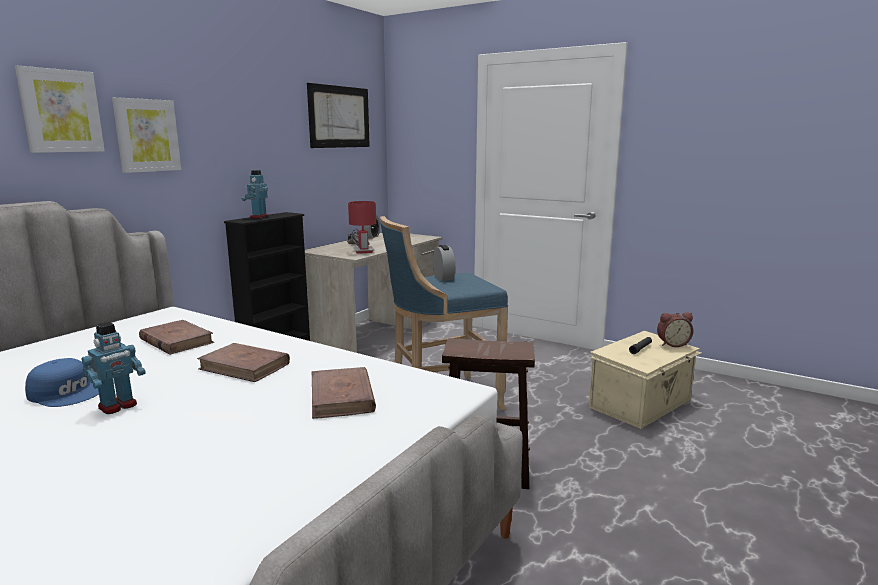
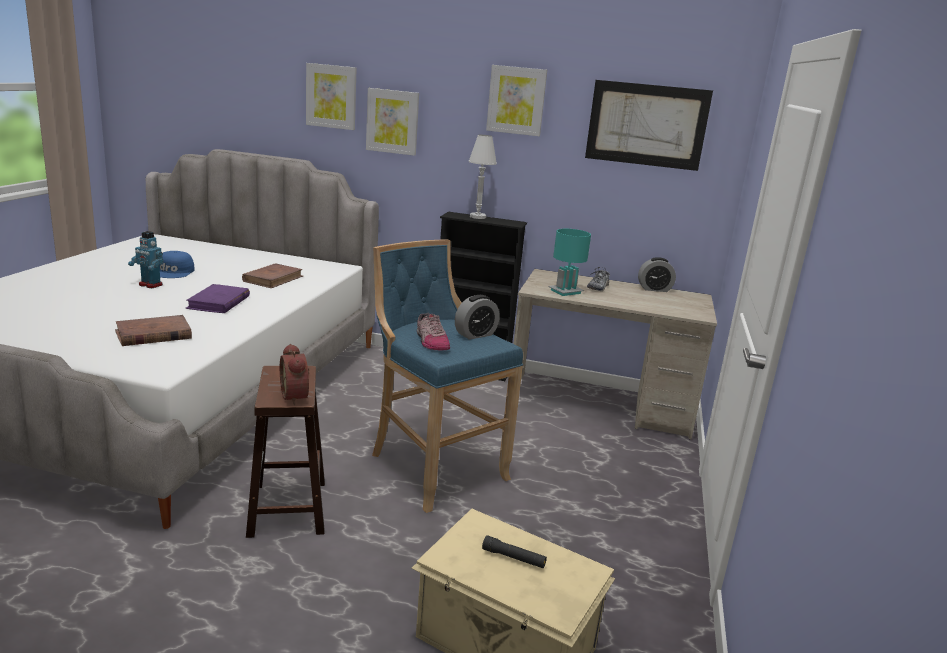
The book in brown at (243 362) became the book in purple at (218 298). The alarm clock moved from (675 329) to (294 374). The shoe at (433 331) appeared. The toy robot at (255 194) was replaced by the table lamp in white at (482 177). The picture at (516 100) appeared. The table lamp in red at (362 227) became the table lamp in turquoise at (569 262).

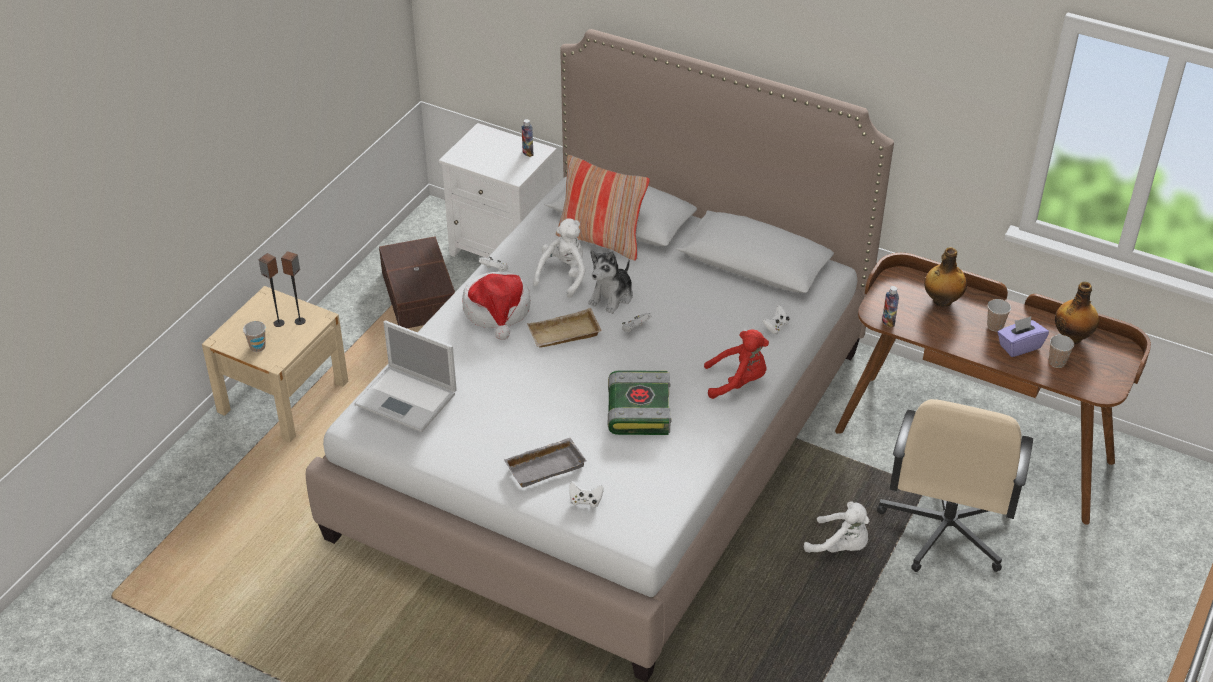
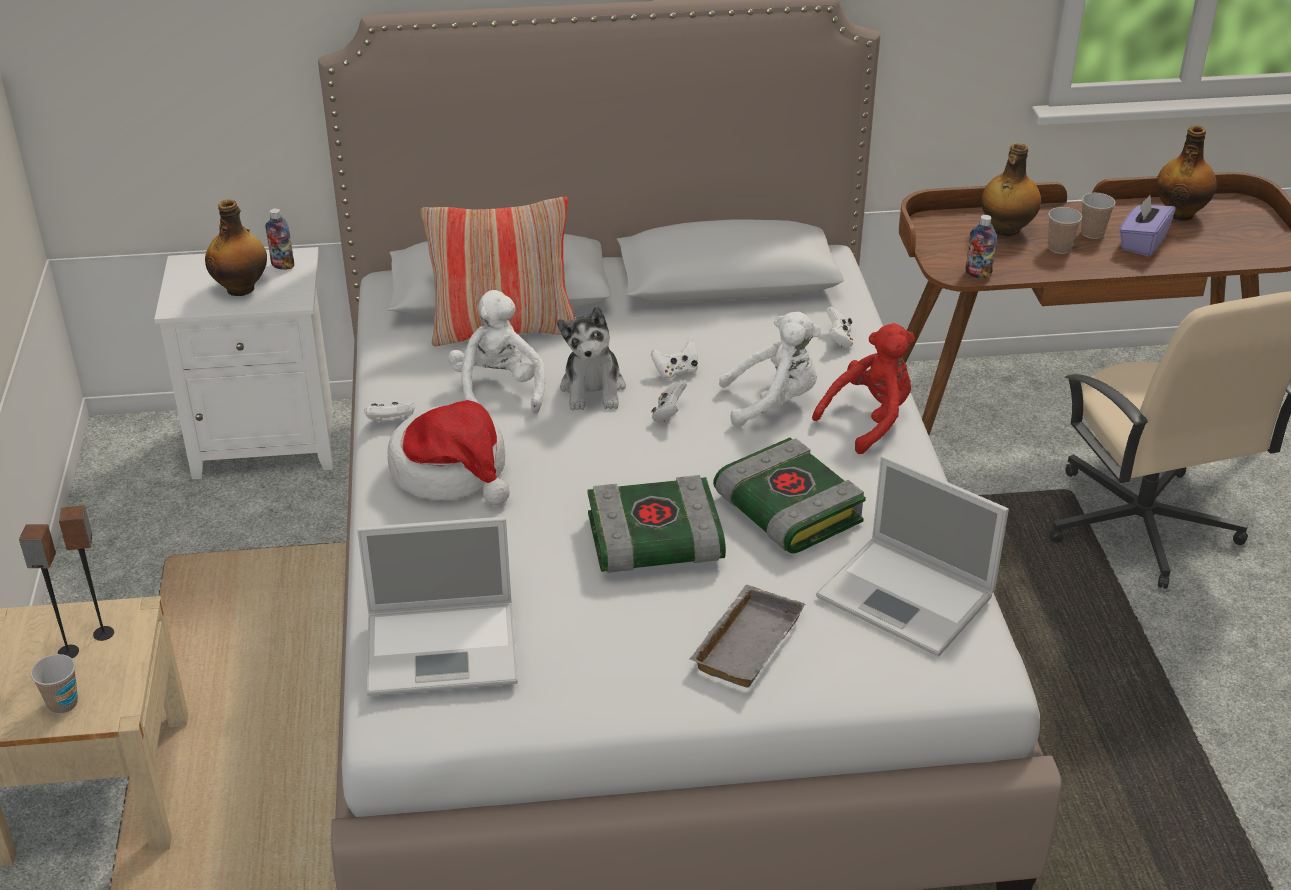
The bottle at (236 247) appeared. The book at (656 524) appeared. The game controller in white moved from (586 494) to (674 360). The plush toy in white moved from (837 527) to (770 369). The laptop at (912 556) appeared. The cup moved from (1061 351) to (1065 230). The storage box in brown at (417 282) disappeared. The tray in beige at (564 328) disappeared.

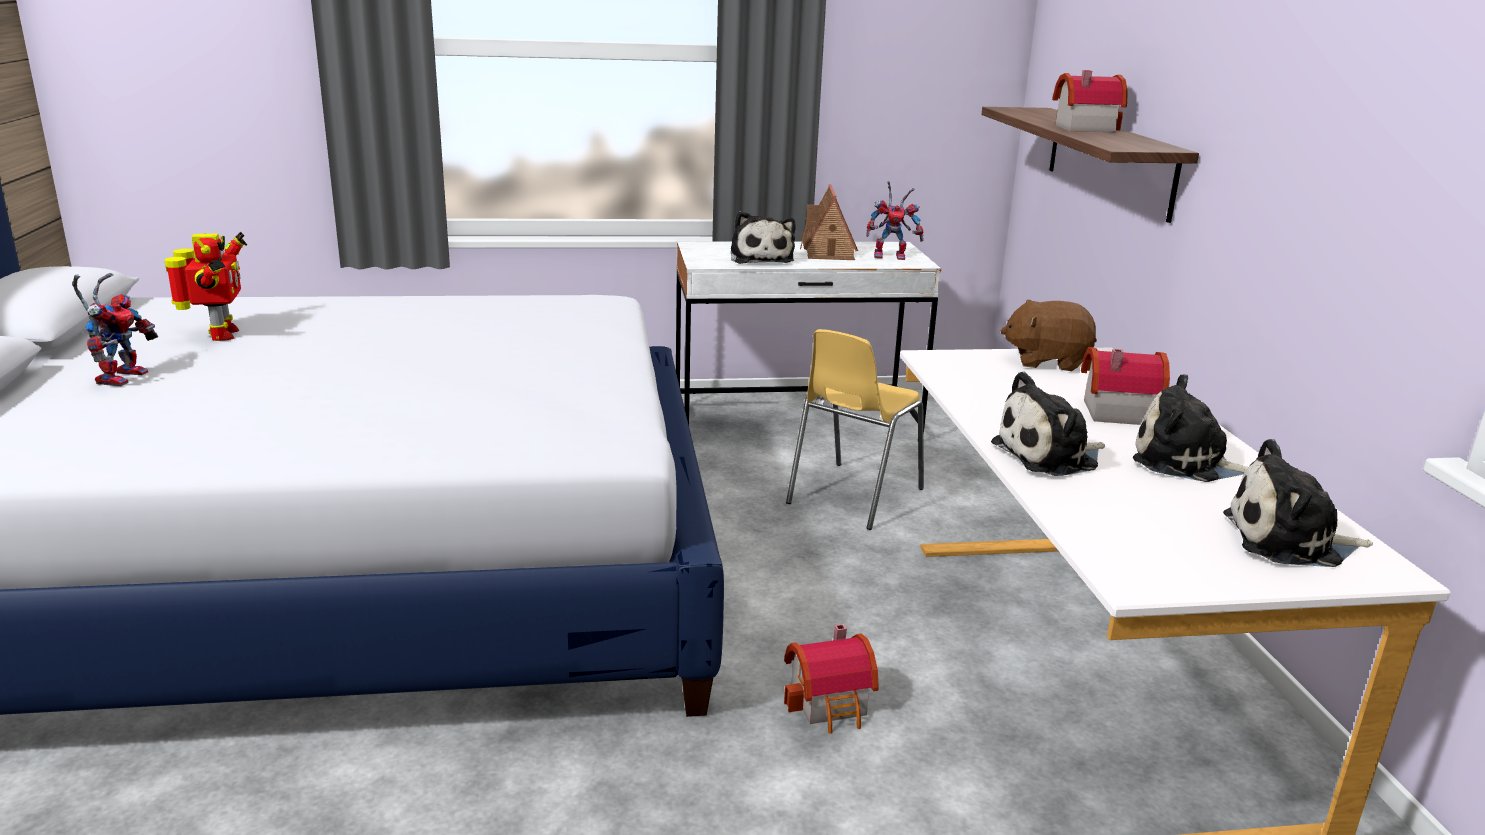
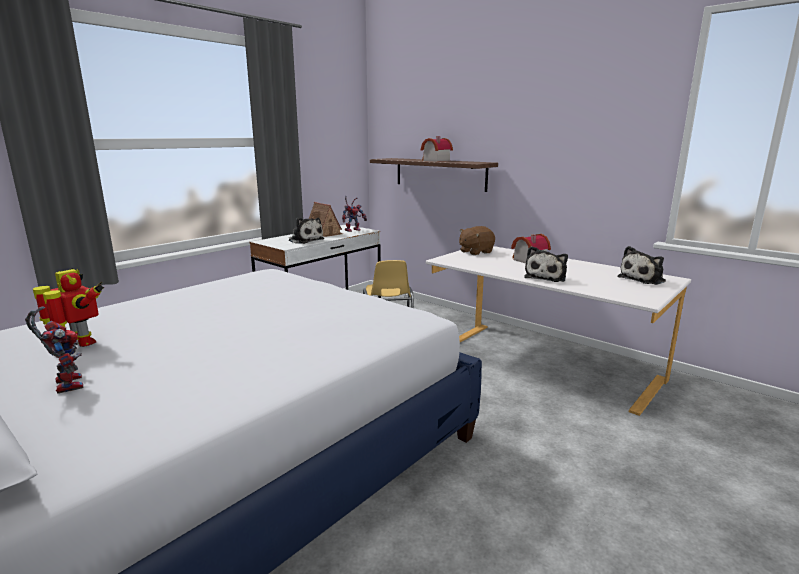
The toy house at (831 679) disappeared. The plush toy at (1190 428) disappeared.

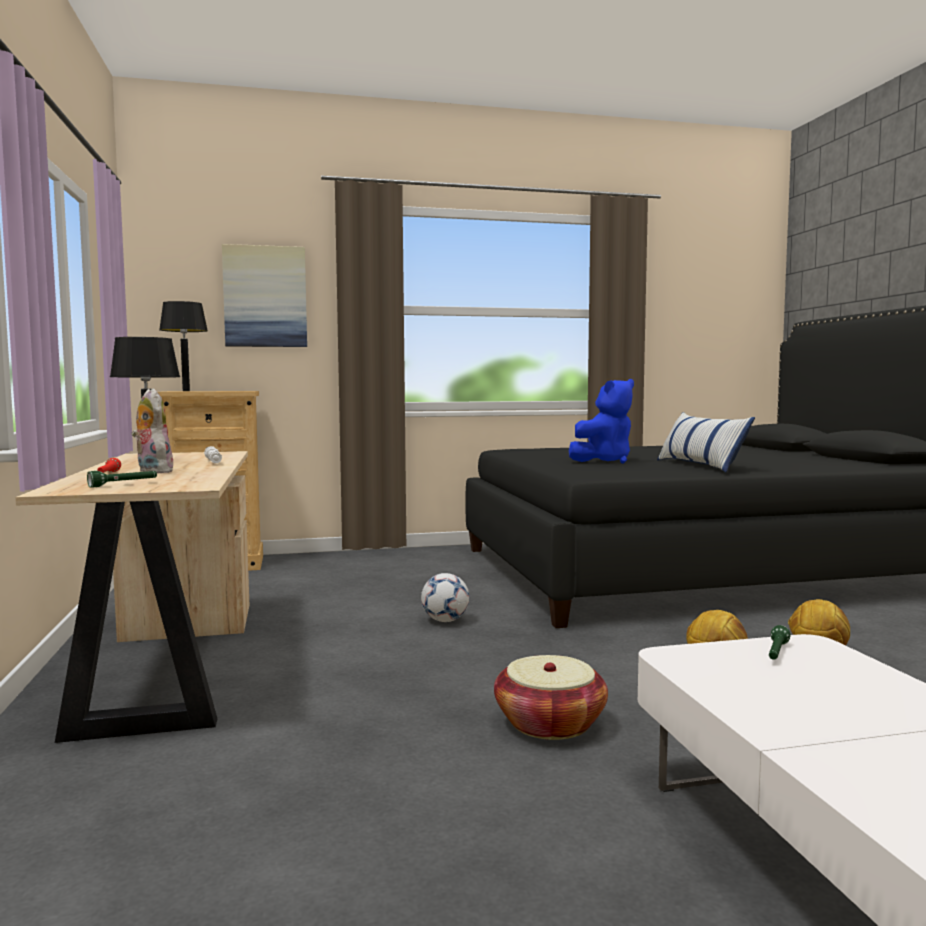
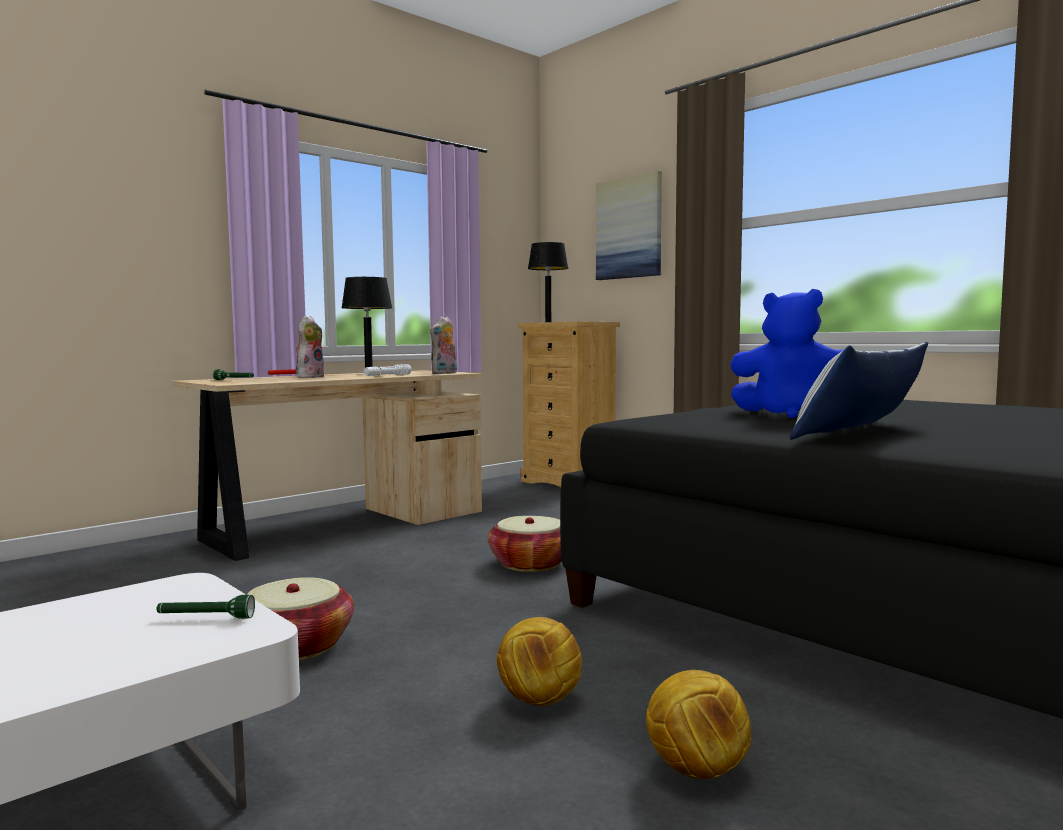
The plush toy at (443 345) appeared. The football at (445 597) was replaced by the basket at (525 544).

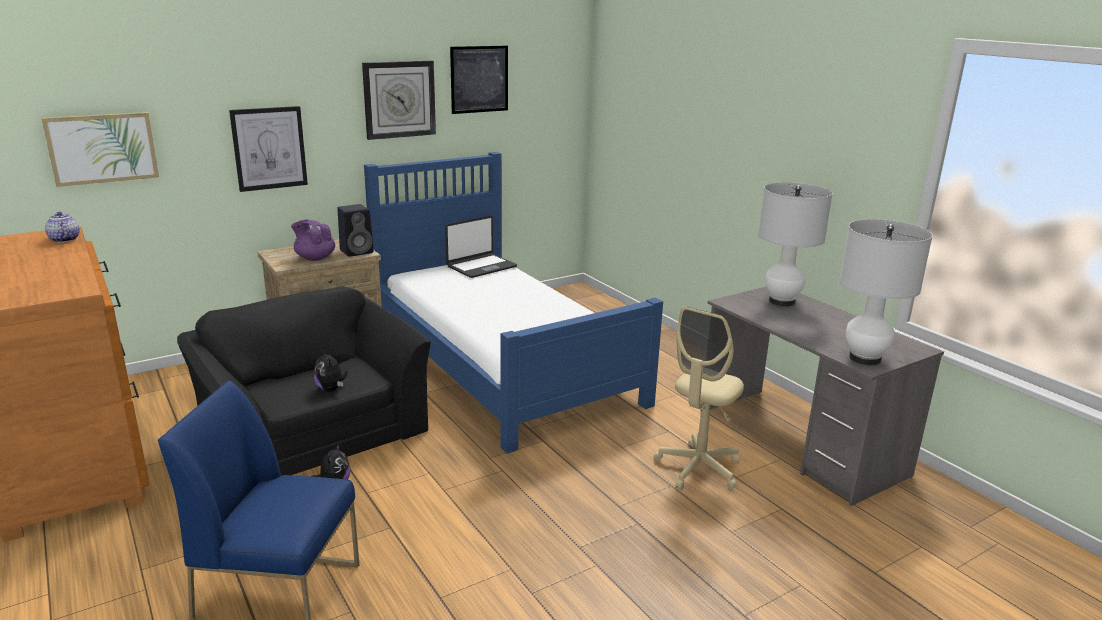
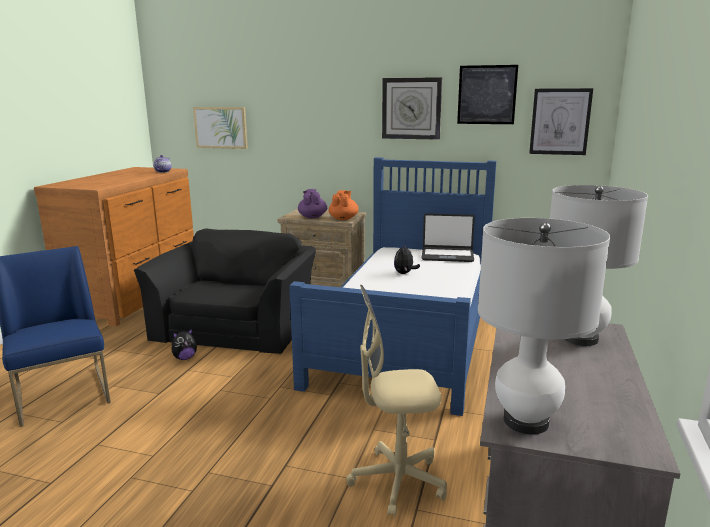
The speaker in black at (355 230) was replaced by the teapot in orange at (344 205). The plush toy moved from (331 371) to (407 259). The picture moved from (268 149) to (561 121).

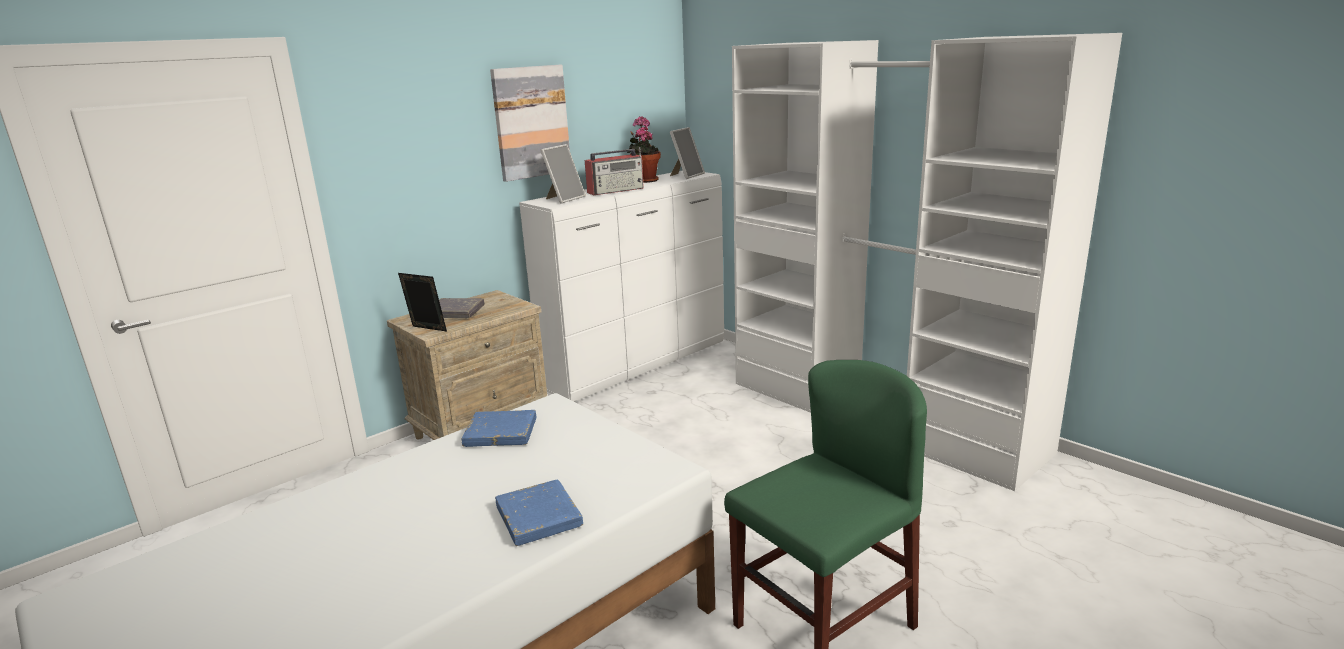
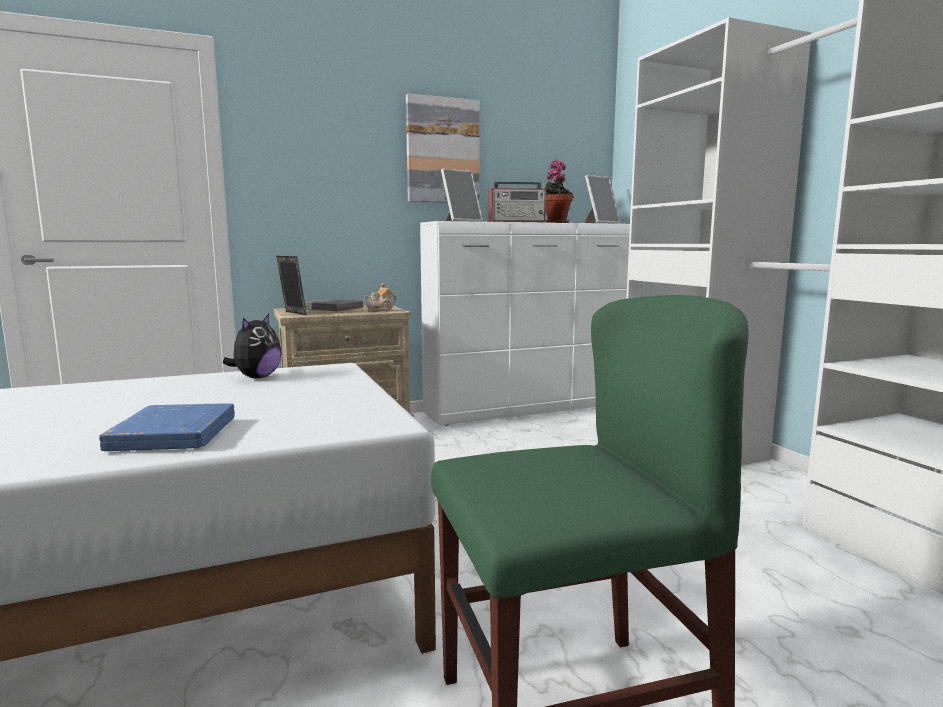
The book in blue at (499 428) was replaced by the plush toy at (252 346). The teapot at (380 297) appeared.

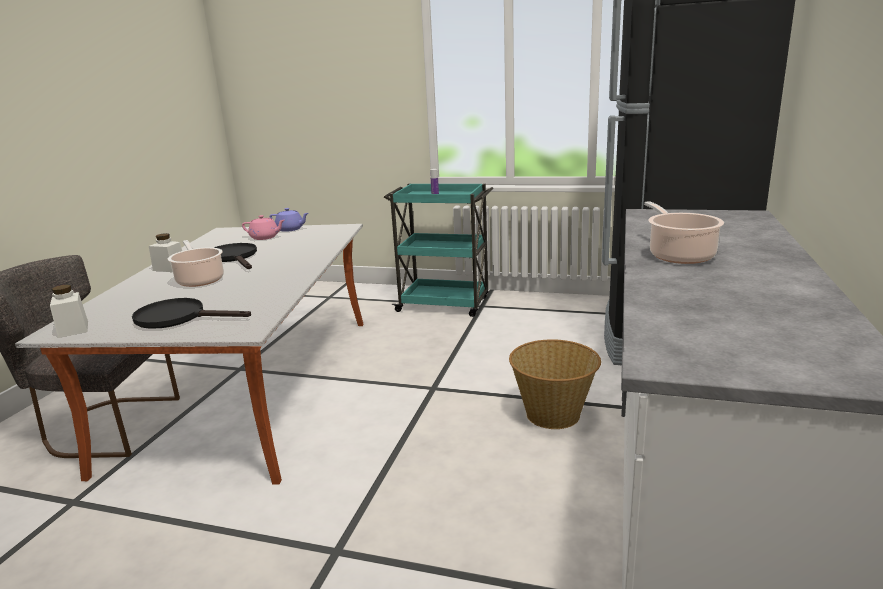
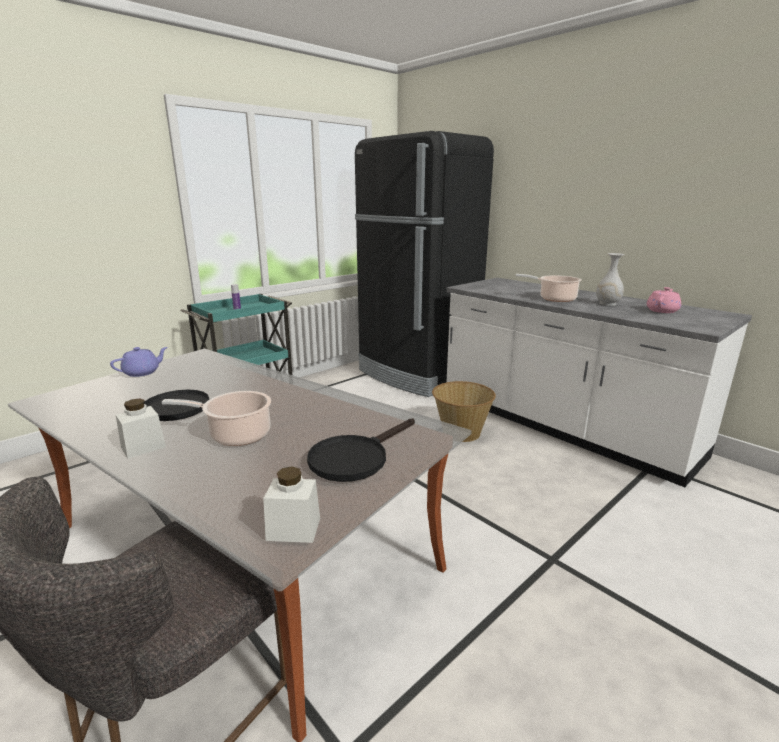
The vase in white at (610 279) appeared. The teapot in pink moved from (263 227) to (664 300).

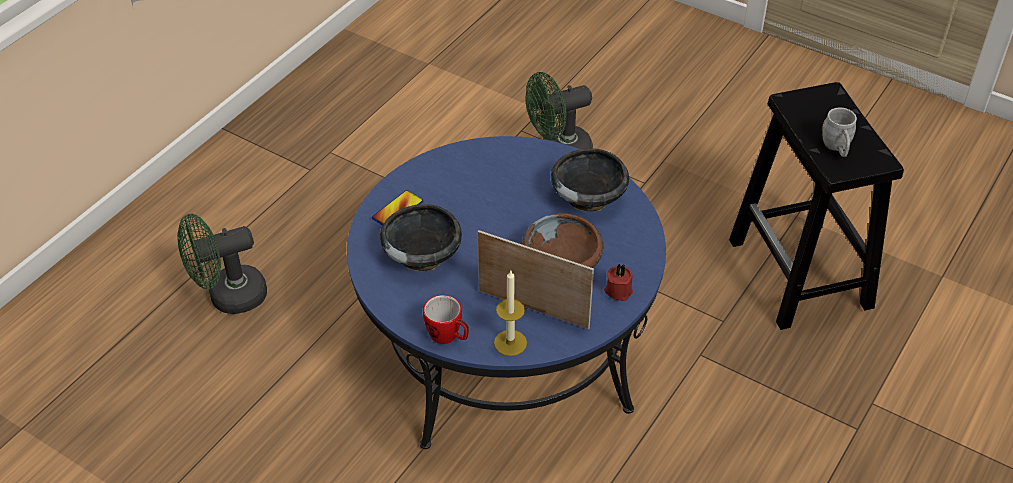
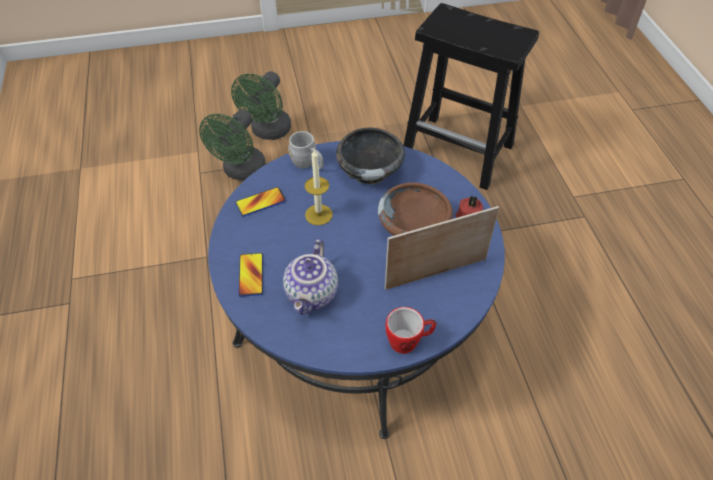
The fan in green moved from (222 264) to (261 105). The phone at (260 201) appeared. The bowl in black at (421 237) was replaced by the teapot at (310 277). The mug in grey moved from (839 132) to (306 150). The candle moved from (510 313) to (319 187).

